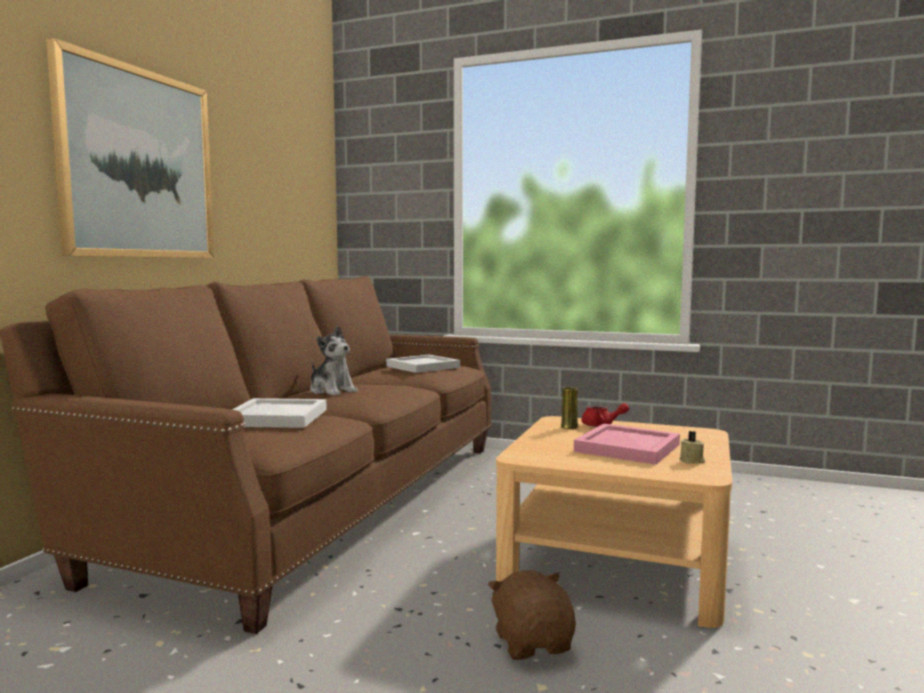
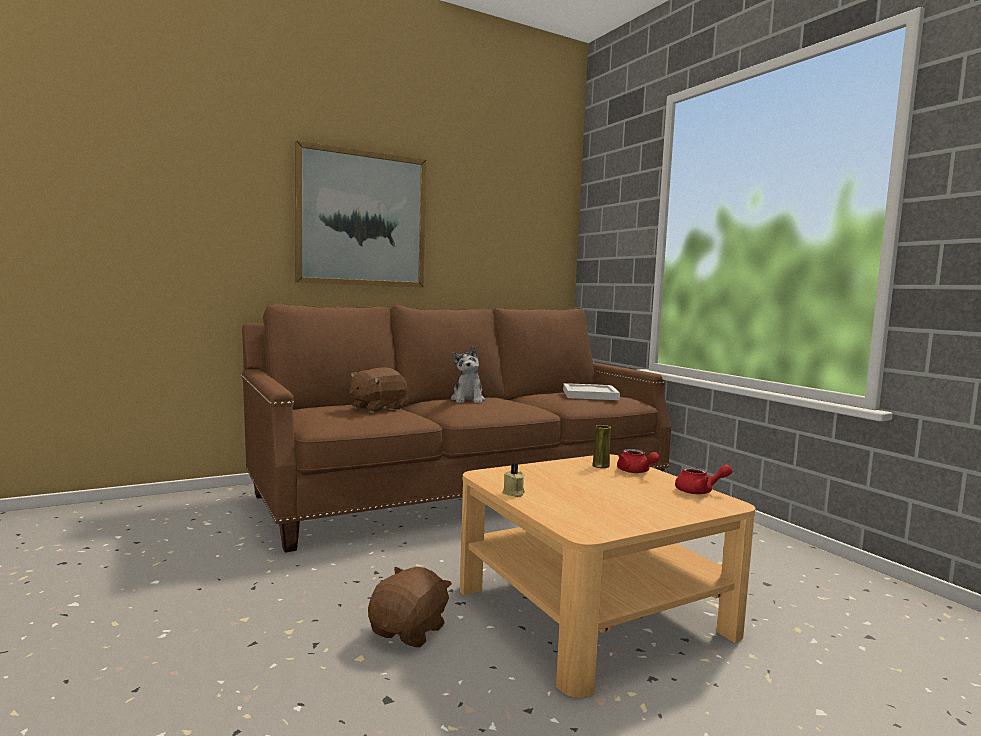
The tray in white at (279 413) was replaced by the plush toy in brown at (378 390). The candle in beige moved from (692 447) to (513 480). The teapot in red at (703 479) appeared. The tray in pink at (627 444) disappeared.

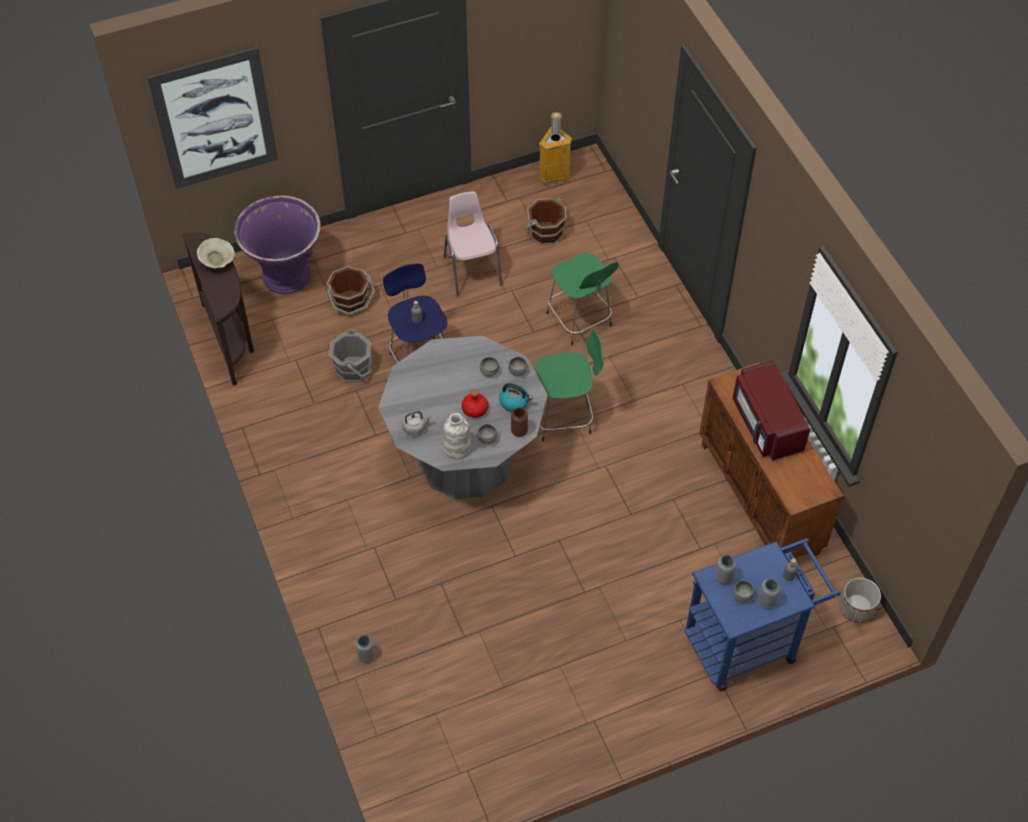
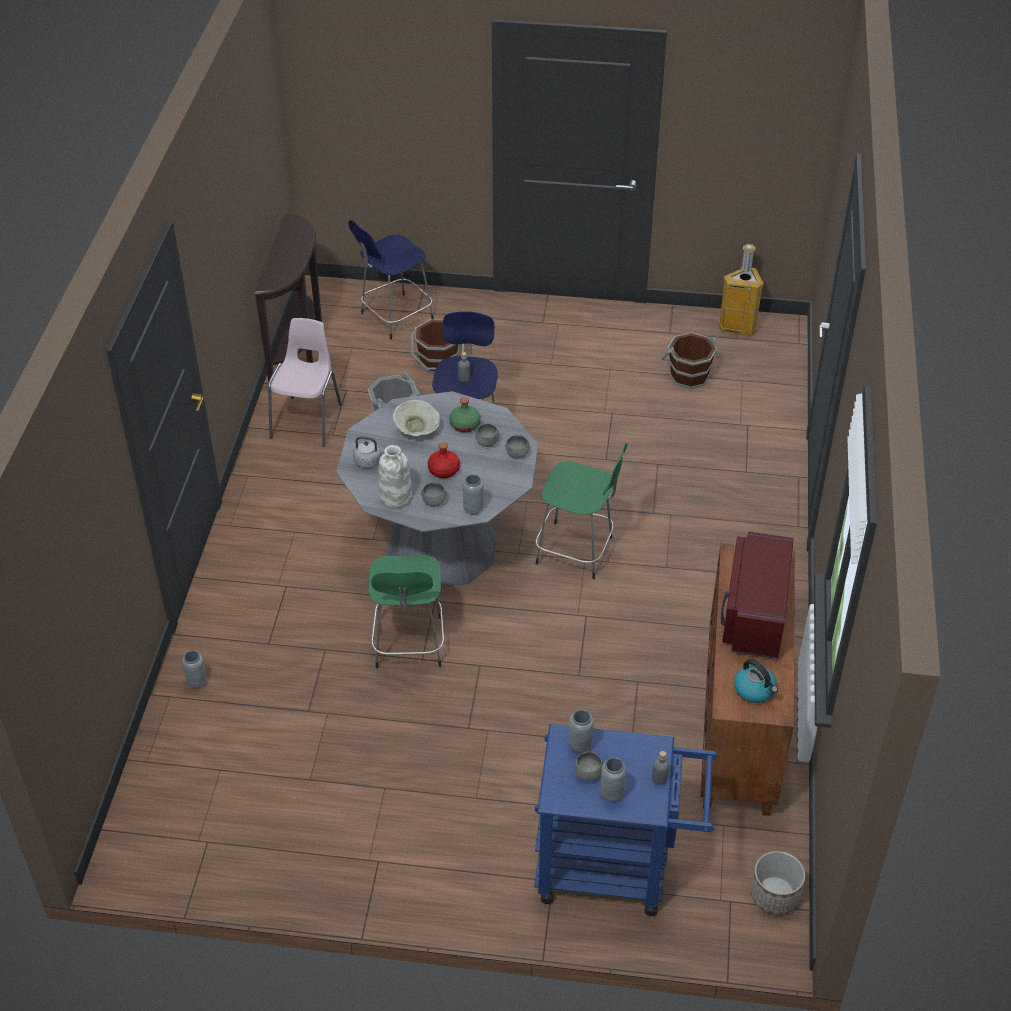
The chair in pink moved from (473 243) to (305 382). The planter in purple at (277 244) was replaced by the stool in blue at (391 280). The stool in green moved from (582 299) to (406 611). The bowl in beige moved from (216 253) to (416 418). The bottle in green at (465 414) appeared. The vase in brown at (519 422) became the vase in grey at (473 494). The kettle moved from (516 397) to (756 681). The picture at (212 118) disappeared.

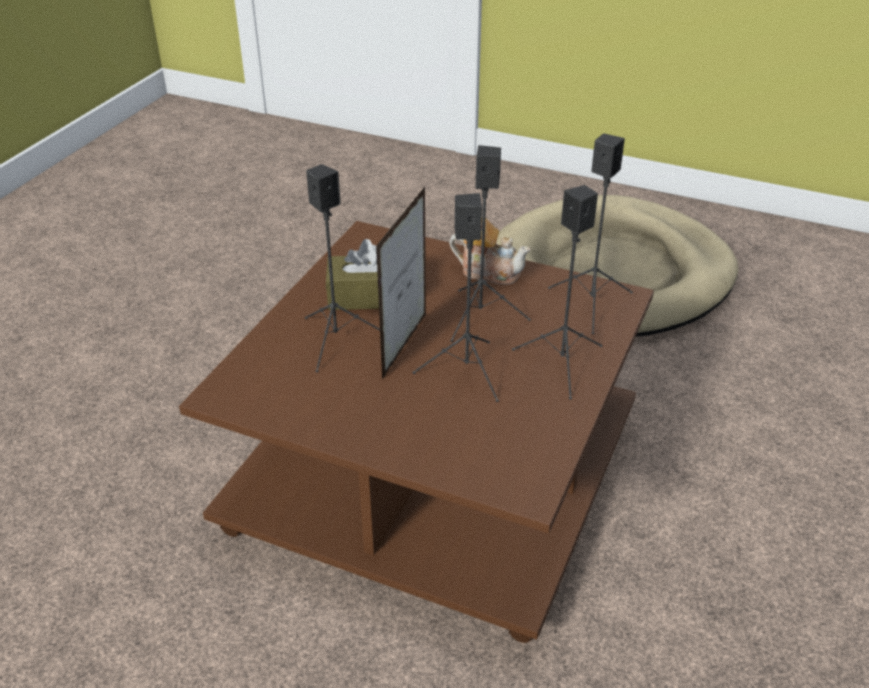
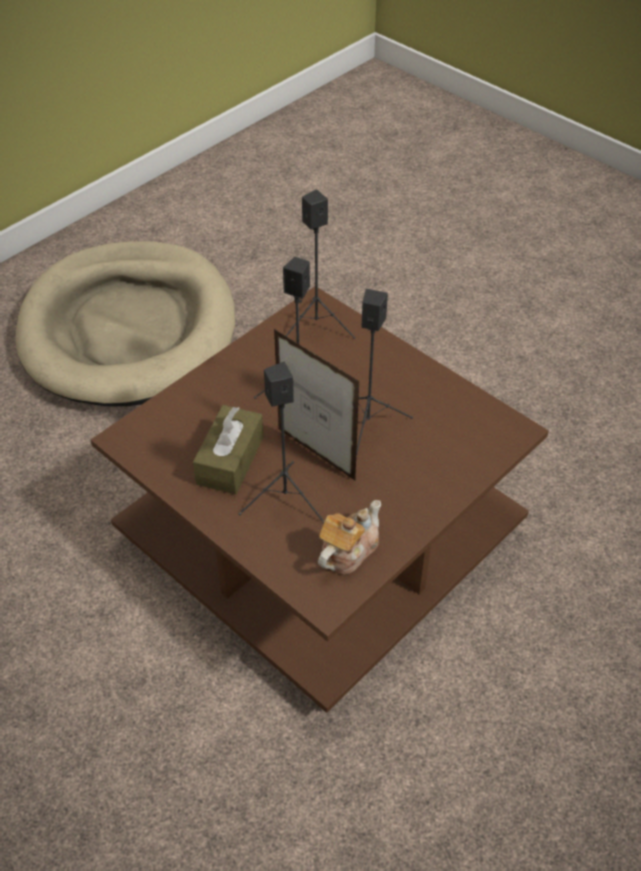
The teapot moved from (490 251) to (349 537). The speaker in black at (557 292) disappeared.

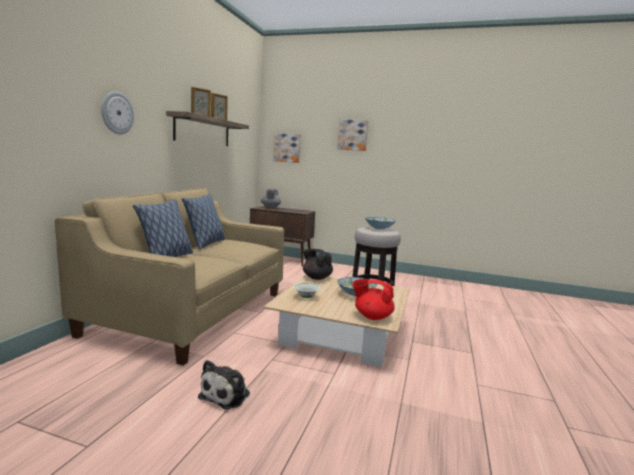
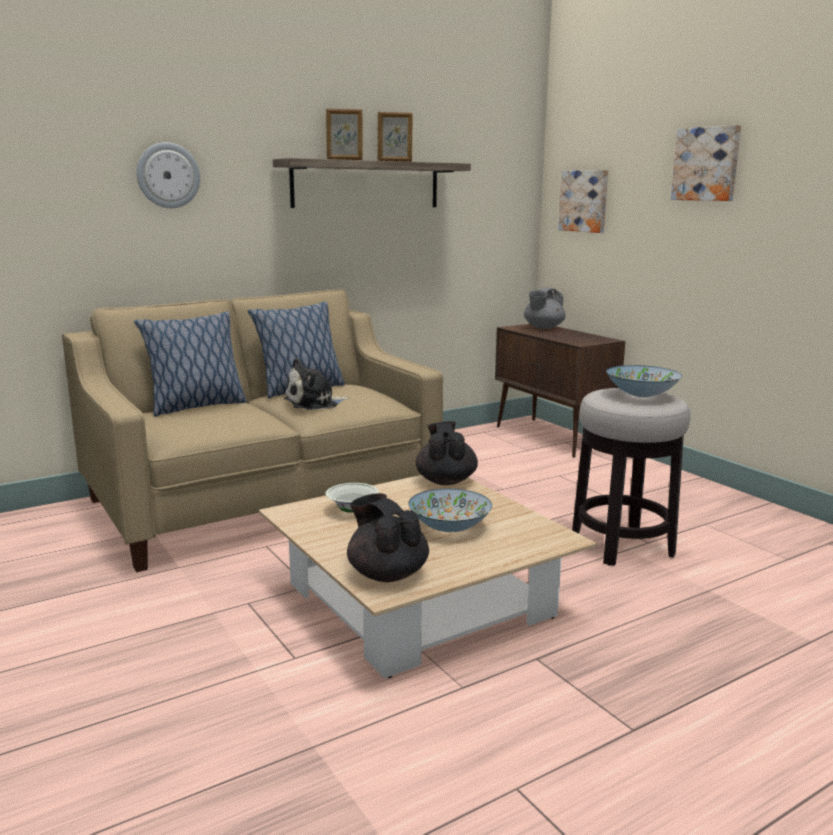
The plush toy moved from (224 385) to (316 384). The teapot in red at (373 299) became the teapot in black at (388 537).

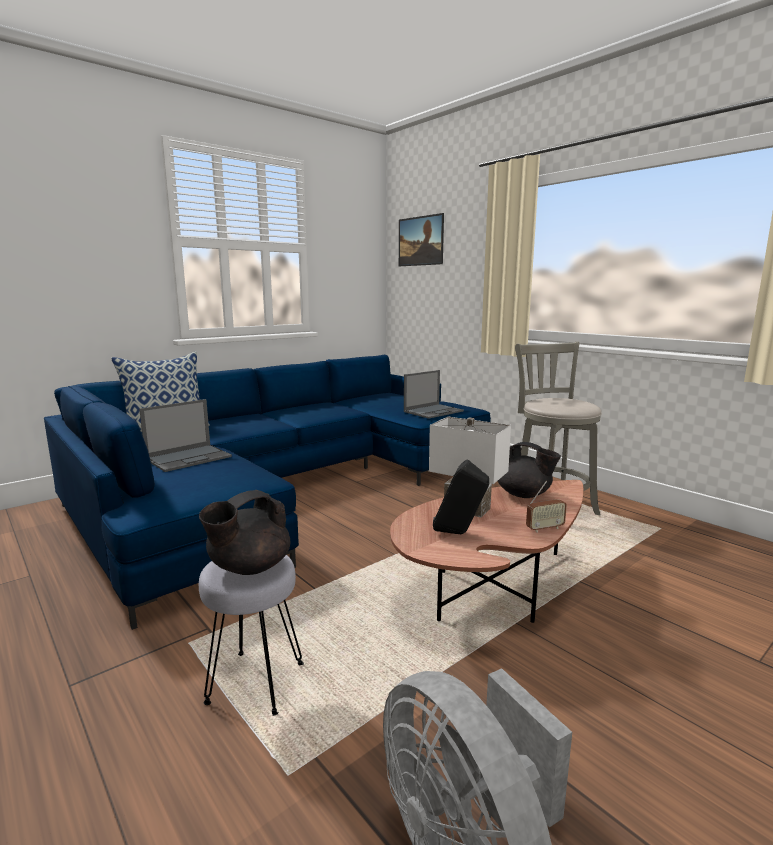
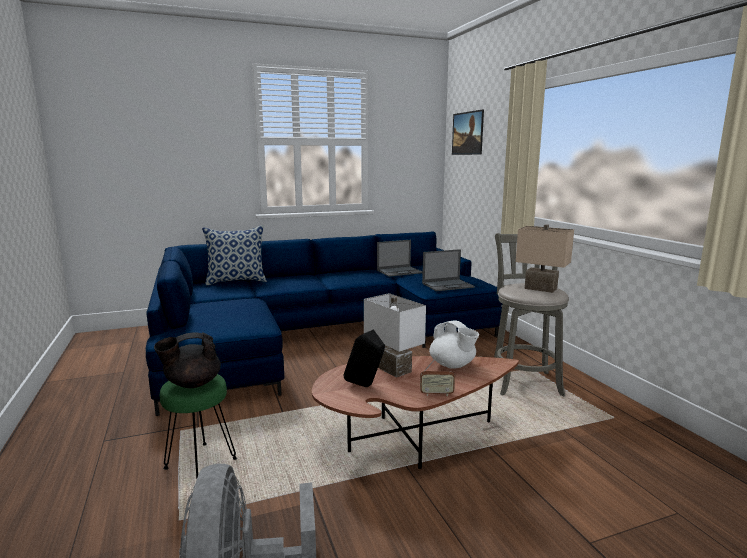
The stool in grey at (251 635) became the stool in green at (198 426). The laptop moved from (185 435) to (400 258). The teapot in black at (529 470) became the teapot in white at (454 344). The table lamp in beige at (545 258) appeared.

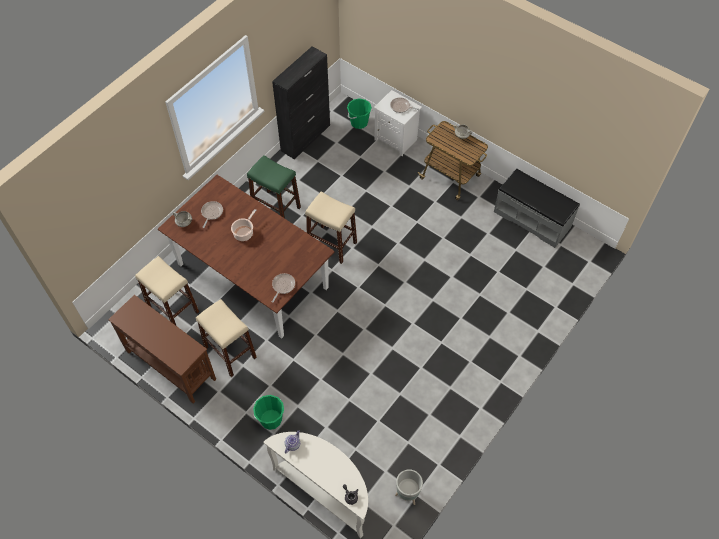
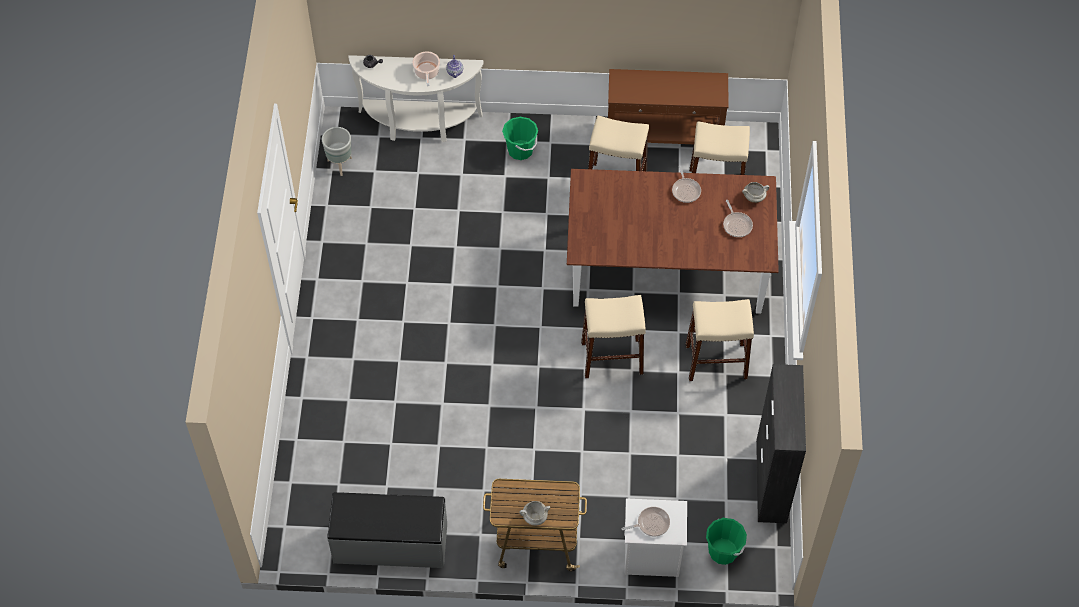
The cooking pot moved from (243 225) to (426 68). The frying pan moved from (283 288) to (686 184). The stool in green at (274 186) became the stool in beige at (720 340).

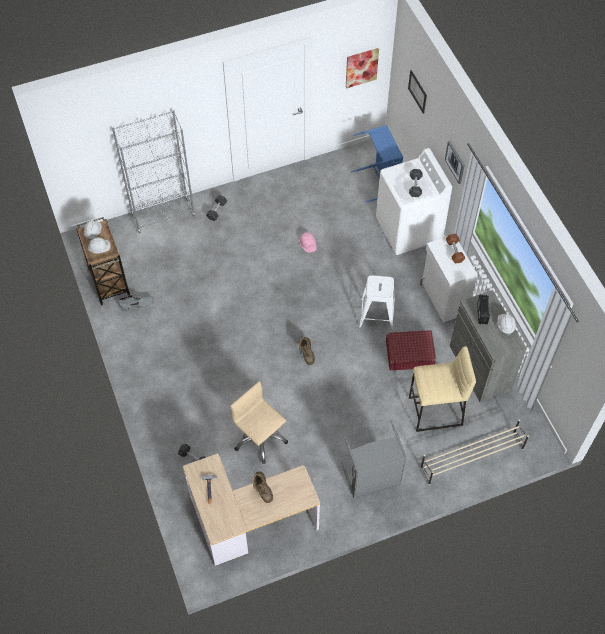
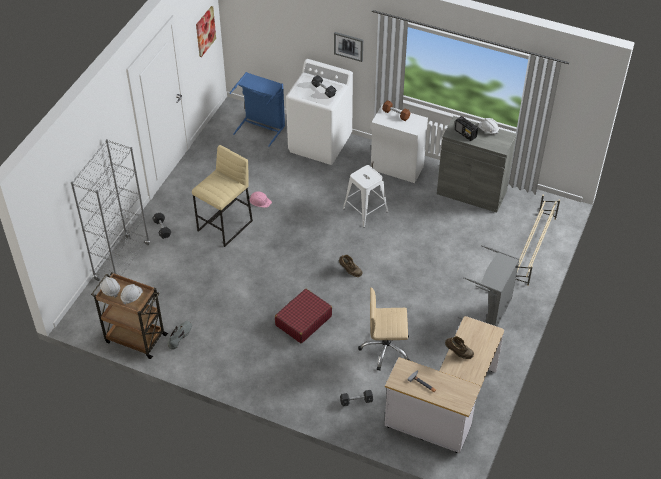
The stool in beige moved from (442 389) to (222 196). The suitcase in red moved from (411 350) to (303 316). The picture at (417 92) disappeared.

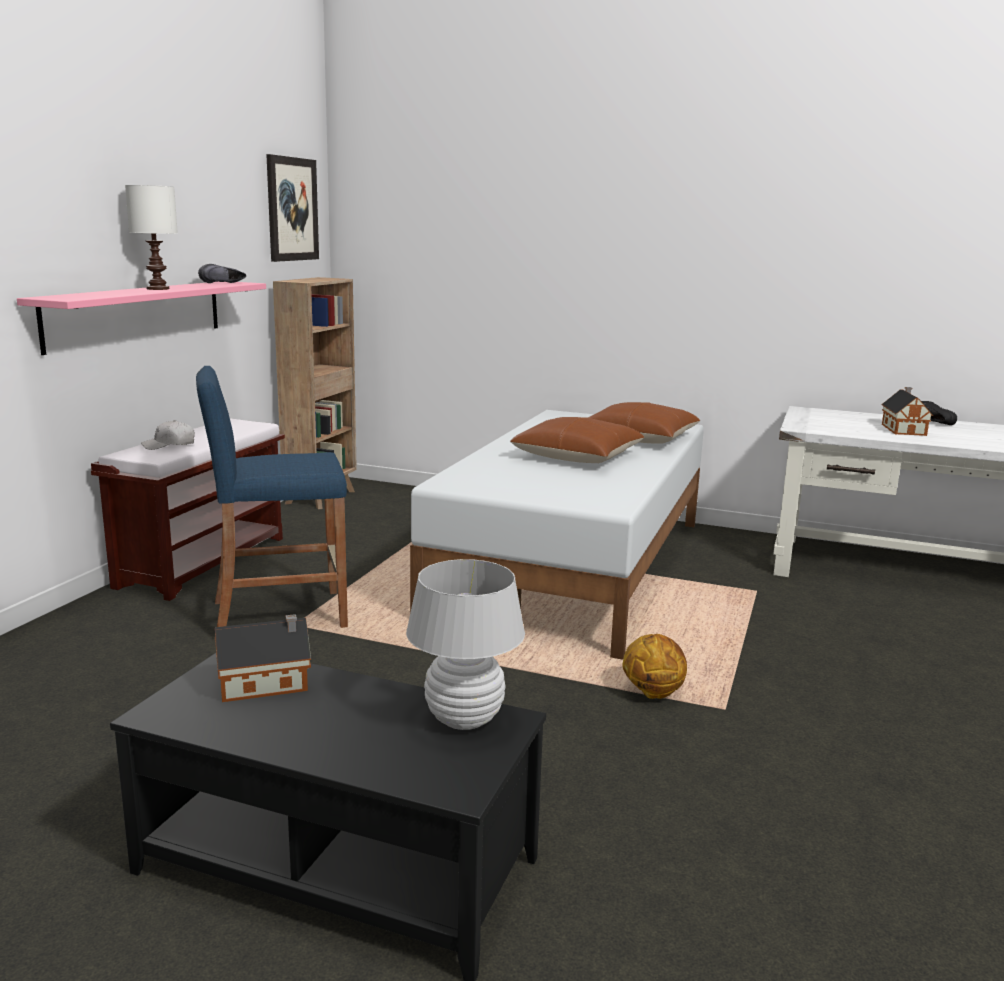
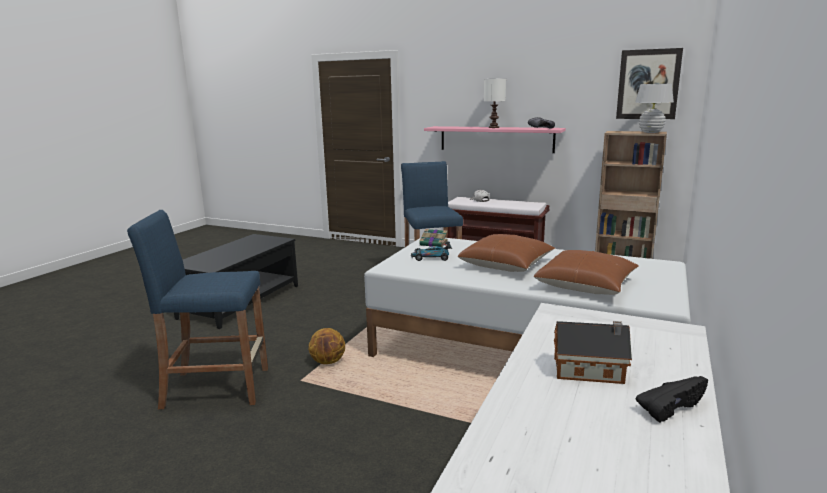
The stool in blue at (197 309) appeared. The toy car at (431 251) appeared. The book at (433 238) appeared. The table lamp in white moved from (465 644) to (654 108). The toy house at (263 658) disappeared.

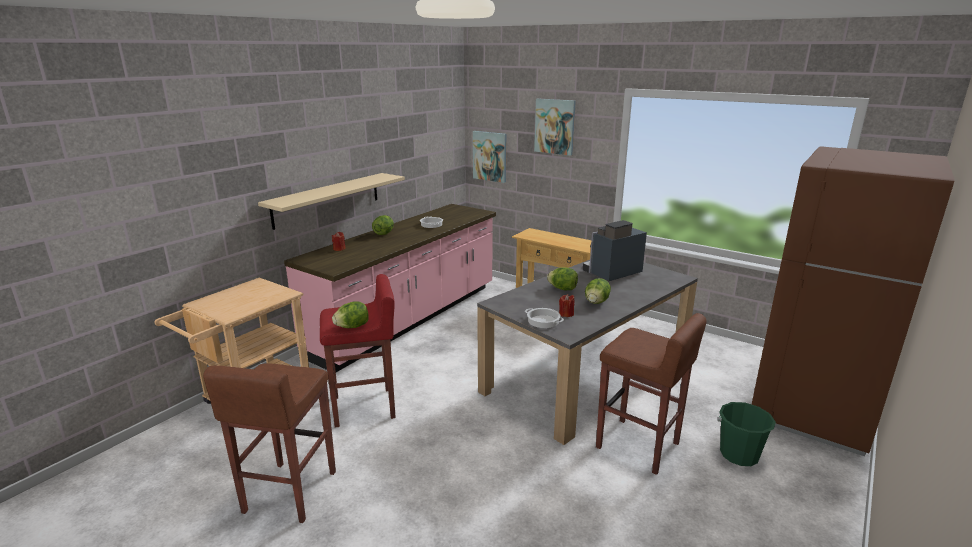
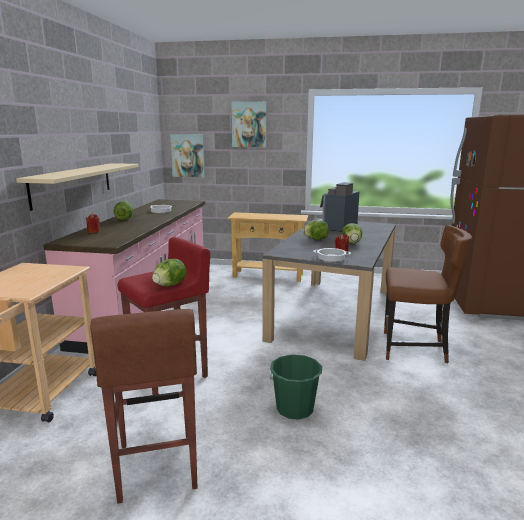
The bucket in green moved from (746 434) to (295 387). The stool in brown at (651 394) was replaced by the chair in brown at (428 294).

